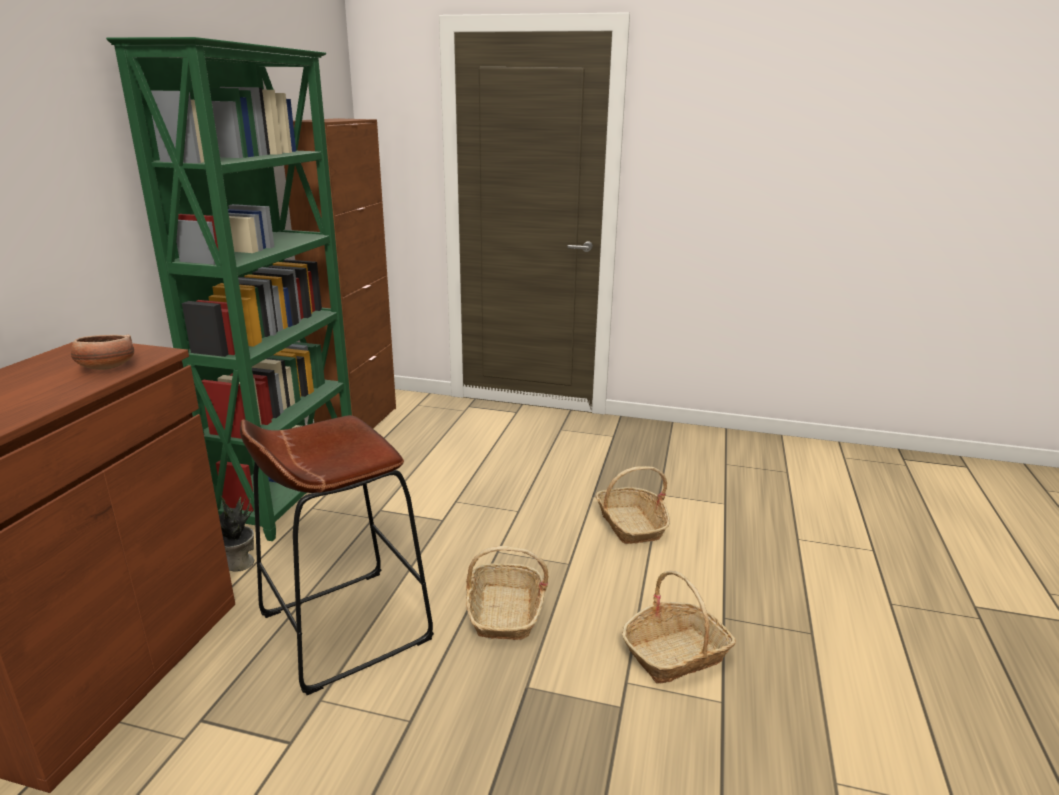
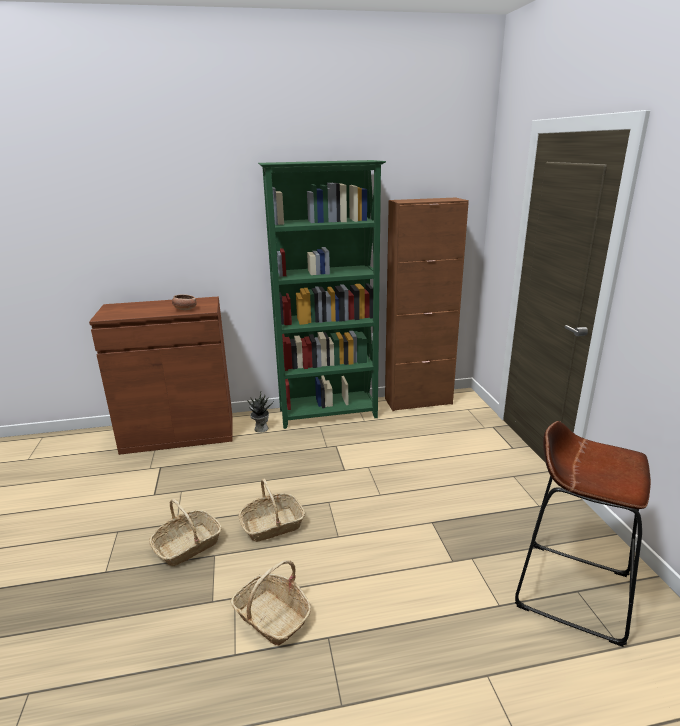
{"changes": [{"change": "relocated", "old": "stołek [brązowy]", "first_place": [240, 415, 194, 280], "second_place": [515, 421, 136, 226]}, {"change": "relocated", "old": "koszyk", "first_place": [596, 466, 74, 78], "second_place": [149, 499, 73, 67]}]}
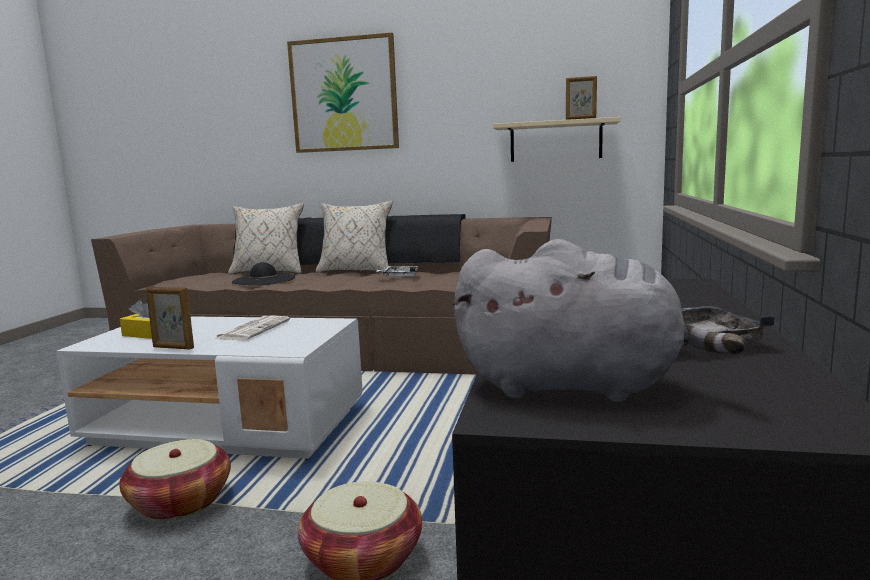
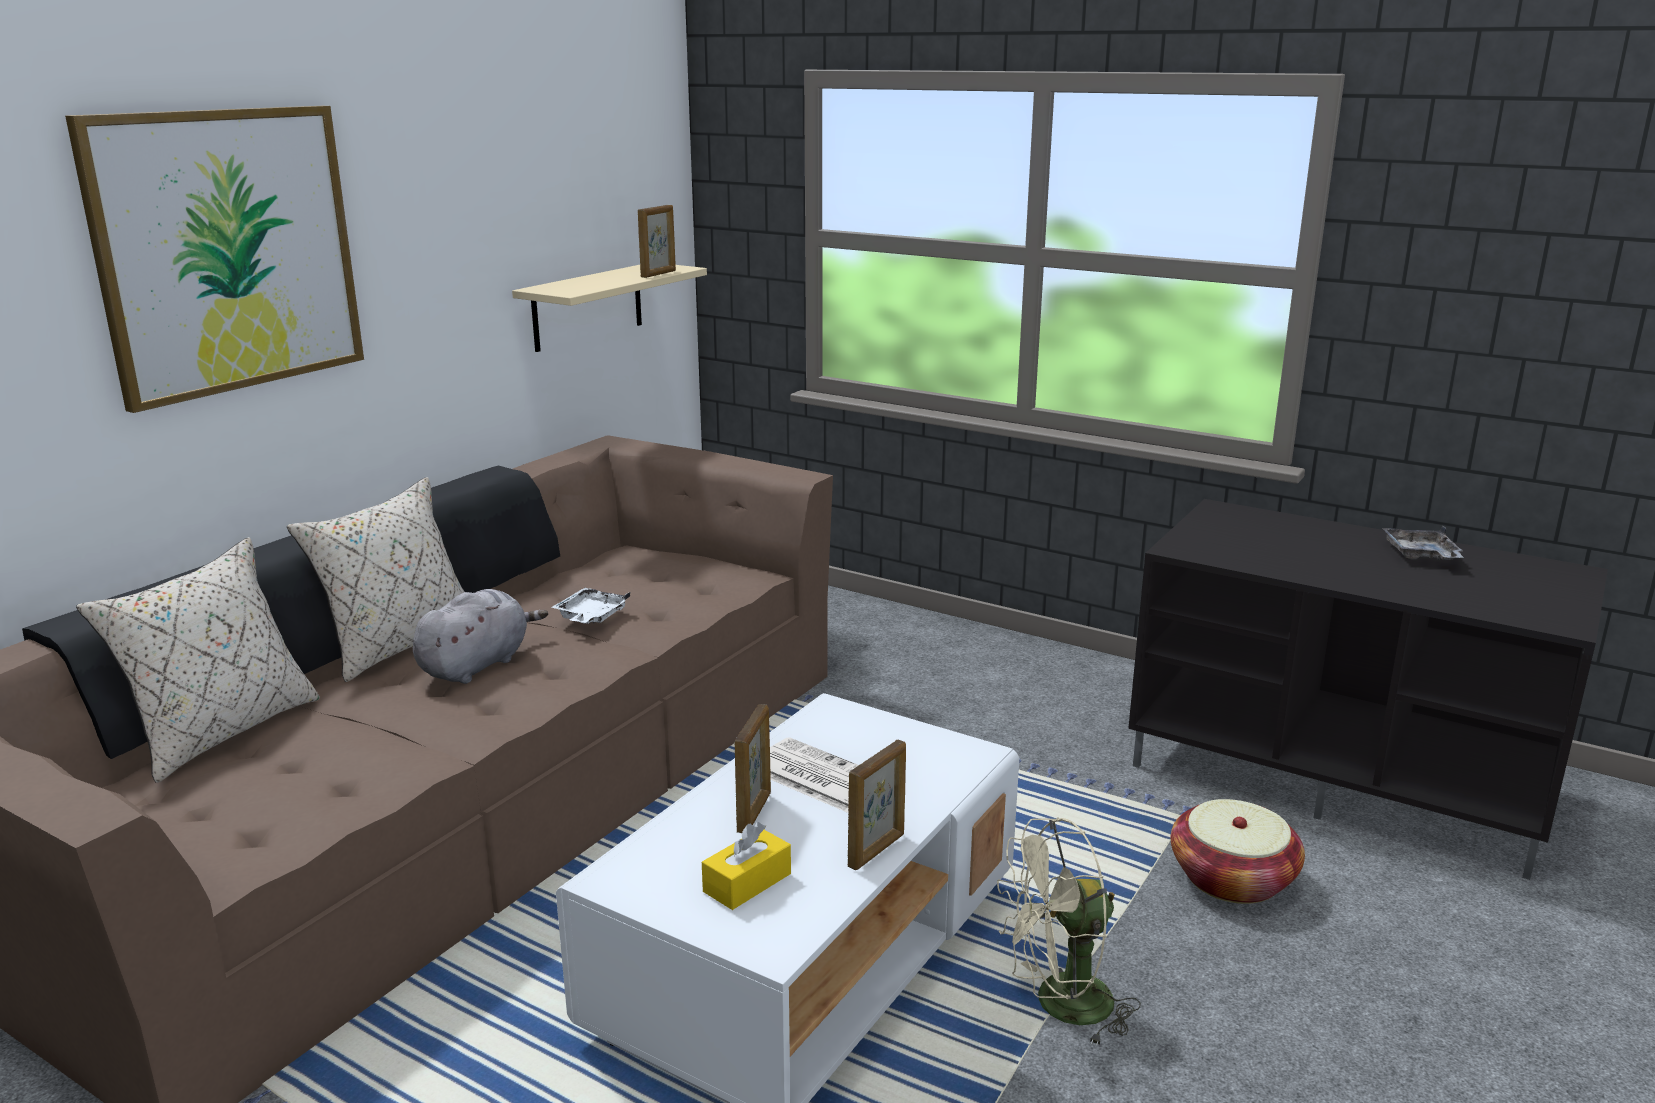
{"changes": [{"change": "missing", "old": "kapelusz [czarny]", "first_place": [232, 262, 63, 23]}, {"change": "appeared", "new": "ramka na zdjęcie", "second_place": [735, 704, 36, 129]}, {"change": "relocated", "old": "pluszak [szary]", "first_place": [453, 239, 293, 163], "second_place": [413, 589, 135, 95]}, {"change": "exchanged", "old": "koszyk", "new": "wentylator [beżowy]", "first_place": [119, 439, 112, 81], "second_place": [997, 817, 144, 231]}]}
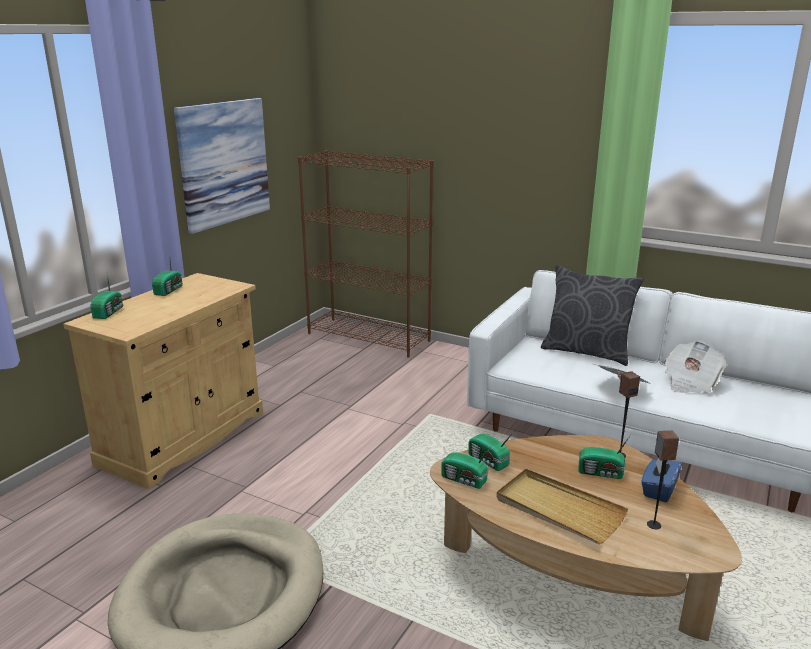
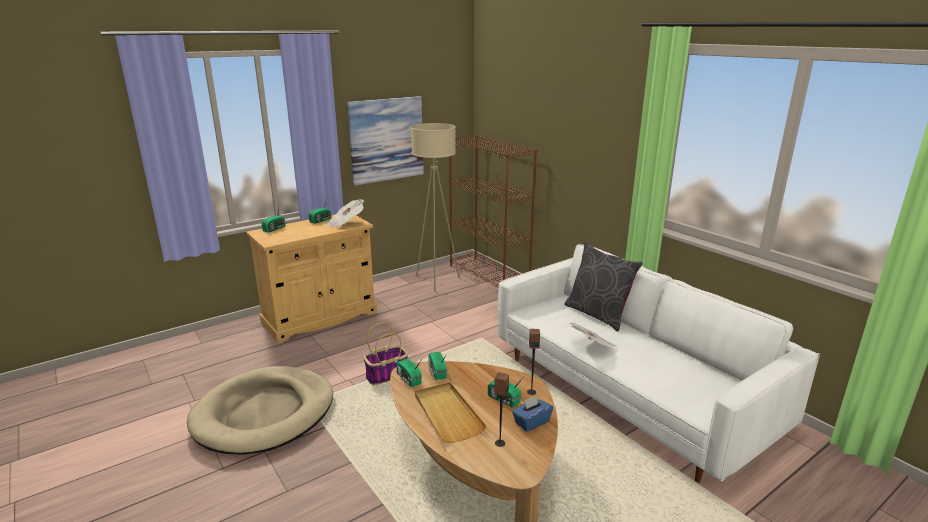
{"changes": [{"change": "appeared", "new": "koszyk", "second_place": [363, 322, 45, 63]}, {"change": "appeared", "new": "lampa stojąca [beżowy]", "second_place": [411, 123, 49, 169]}, {"change": "relocated", "old": "gazeta", "first_place": [664, 341, 62, 52], "second_place": [326, 199, 38, 28]}]}
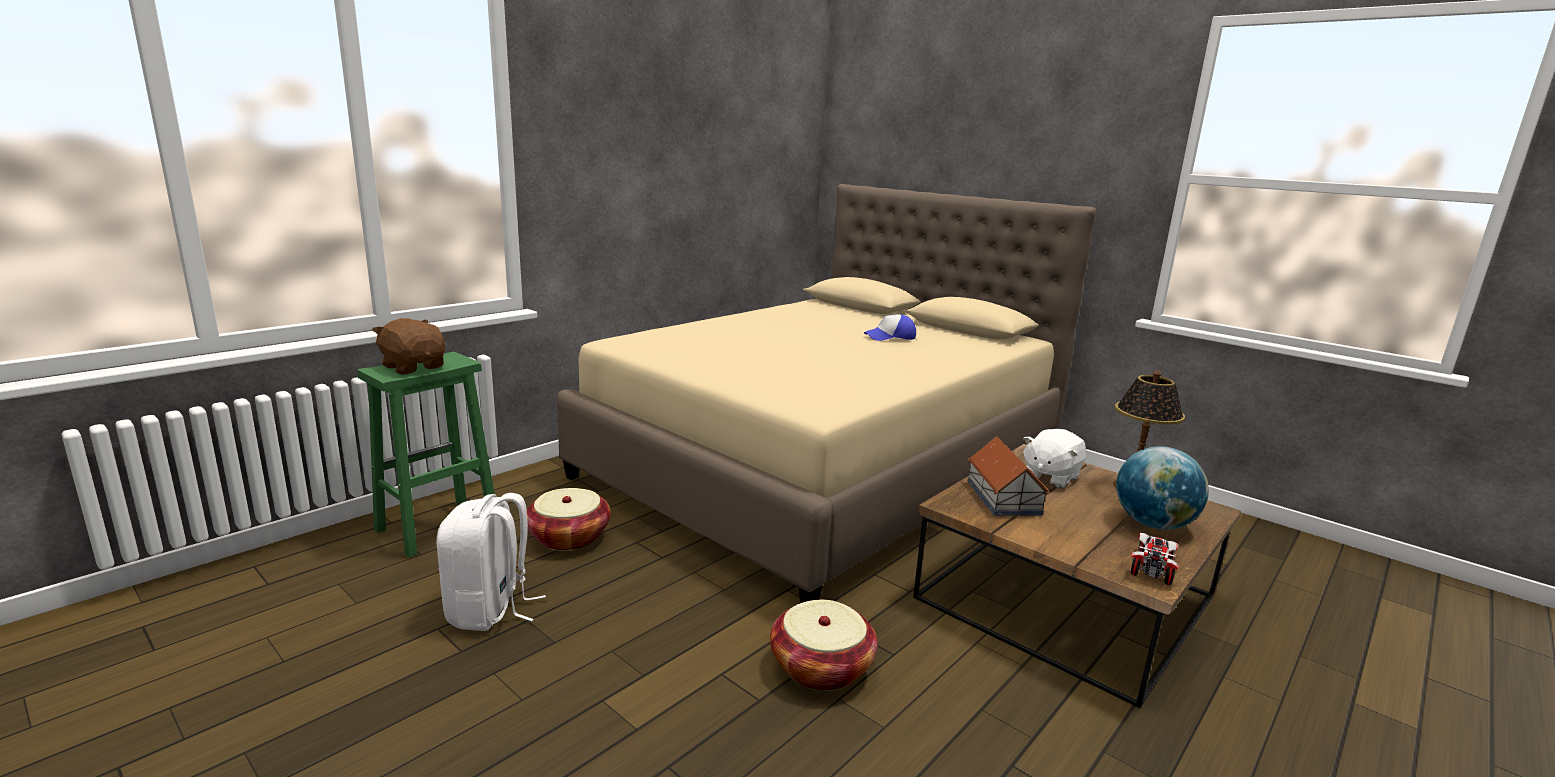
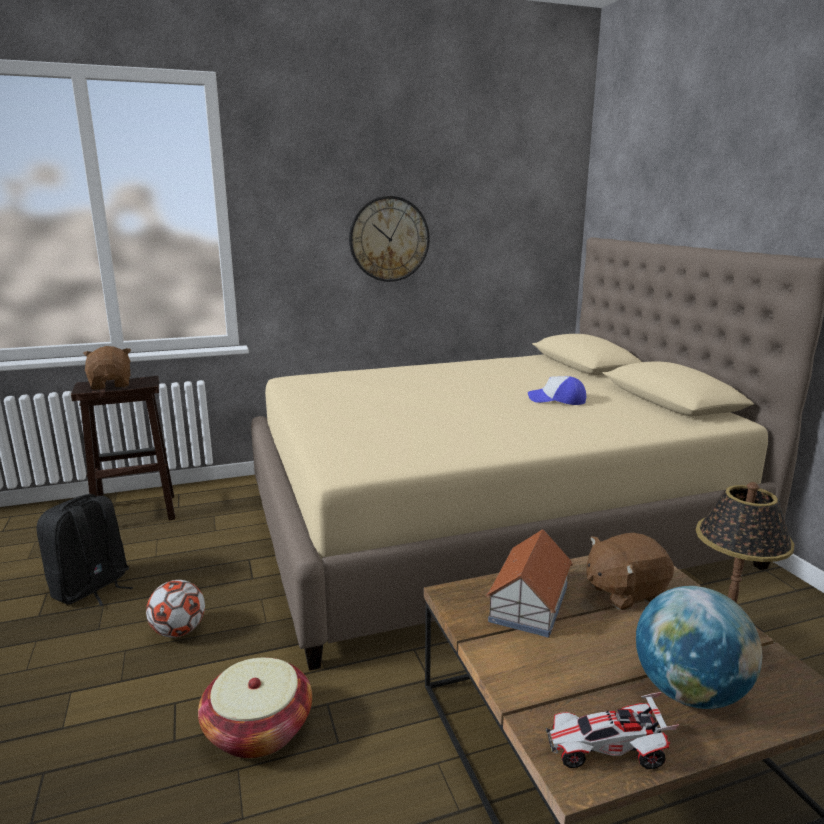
{"changes": [{"change": "missing", "old": "koszyk", "first_place": [527, 488, 84, 63]}, {"change": "appeared", "new": "piłka futbolowa", "second_place": [146, 580, 59, 58]}, {"change": "appeared", "new": "zegar ścienny", "second_place": [349, 196, 81, 86]}, {"change": "colour", "old": "stołek [zielony]", "new": "stołek [brązowy]", "first_place": [357, 352, 138, 206], "second_place": [71, 376, 104, 144]}, {"change": "colour", "old": "plecak [biały]", "new": "plecak [czarny]", "first_place": [437, 493, 109, 138], "second_place": [37, 494, 96, 112]}, {"change": "colour", "old": "pluszak [biały]", "new": "pluszak [brązowy]", "first_place": [1023, 429, 63, 59], "second_place": [586, 533, 88, 77]}, {"change": "spun", "old": "samochodzik", "first_place": [1130, 532, 49, 53], "second_place": [546, 692, 133, 77], "degrees": -150}]}
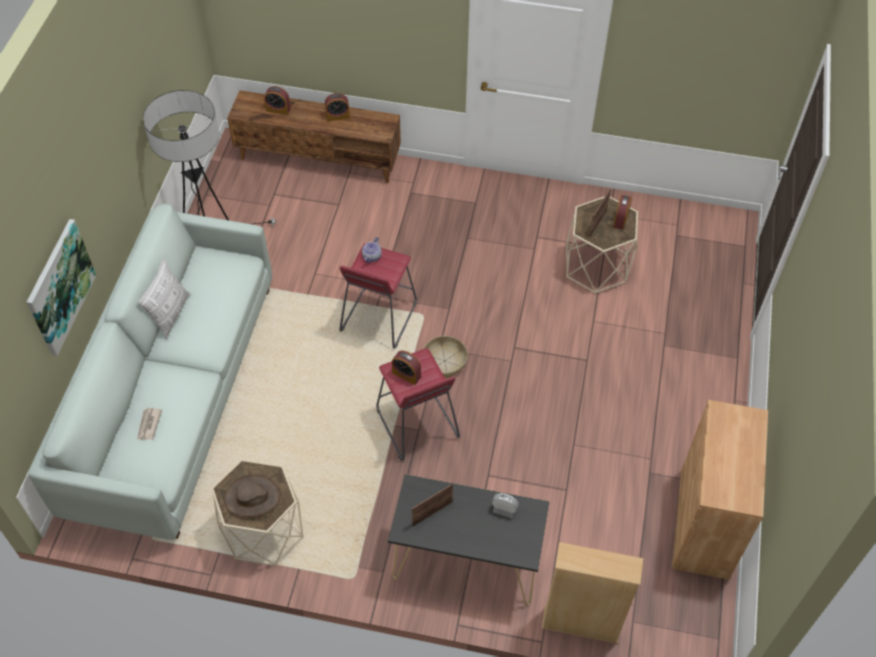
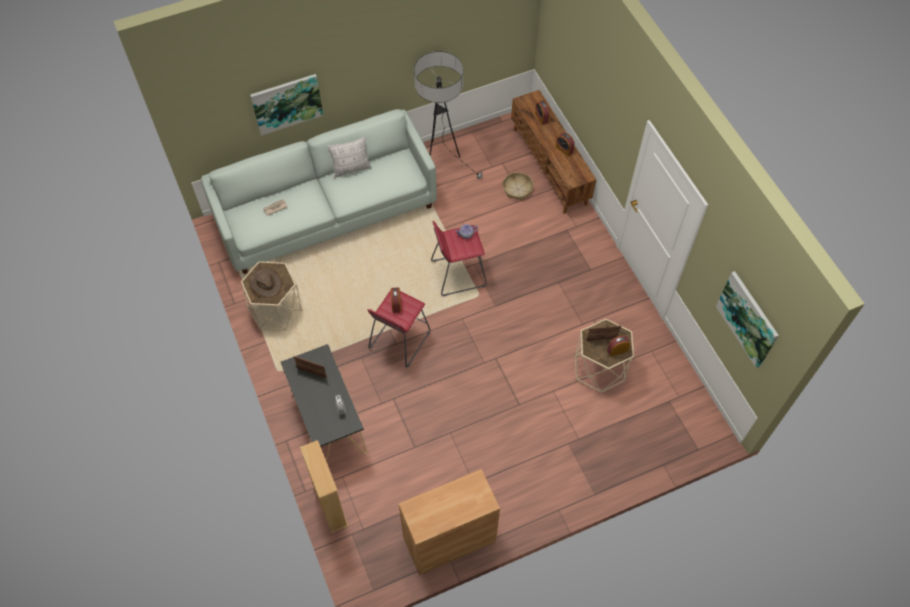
{"changes": [{"change": "appeared", "new": "obraz", "second_place": [716, 271, 63, 97]}, {"change": "relocated", "old": "koszyk", "first_place": [423, 336, 45, 42], "second_place": [503, 172, 30, 28]}]}
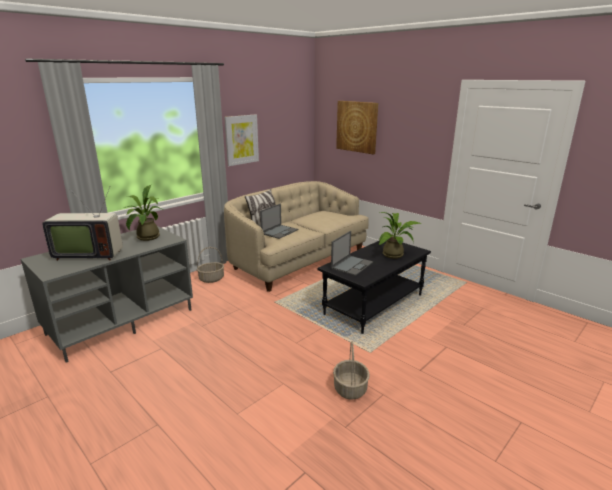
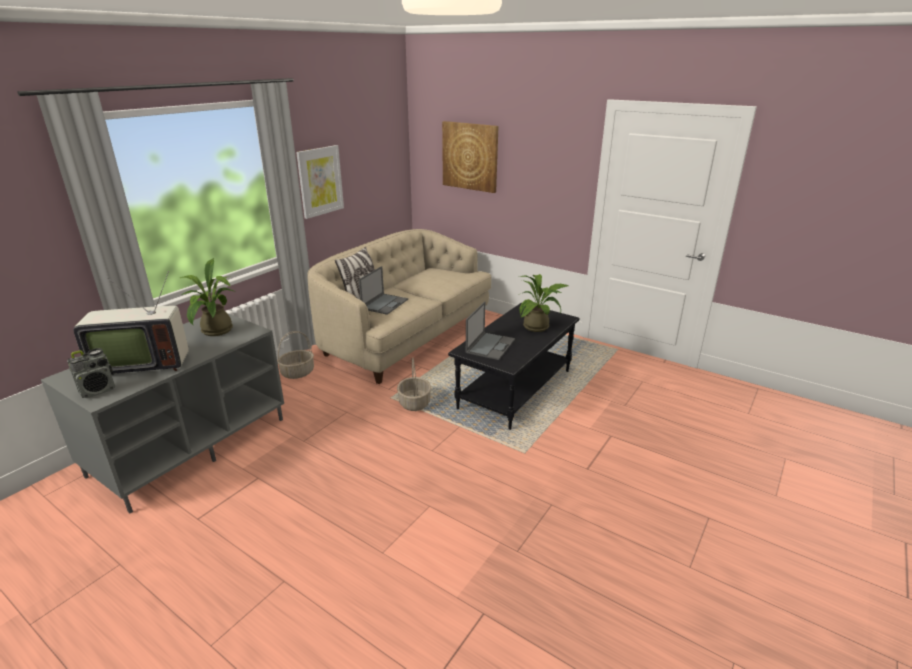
{"changes": [{"change": "appeared", "new": "radio", "second_place": [67, 348, 48, 50]}, {"change": "relocated", "old": "koszyk", "first_place": [333, 341, 37, 59], "second_place": [397, 358, 34, 53]}]}
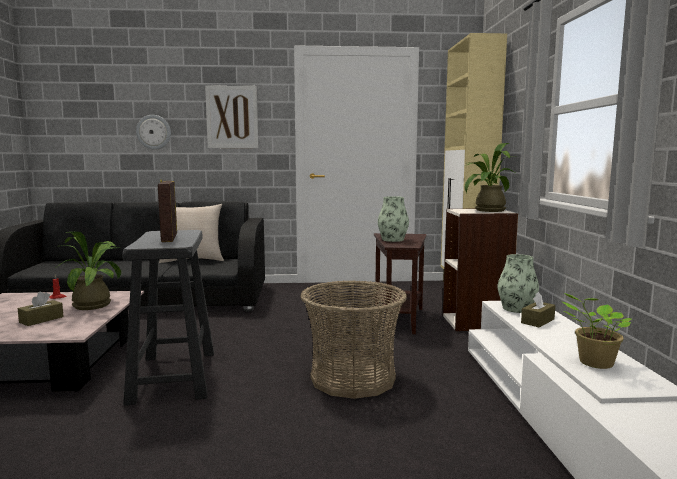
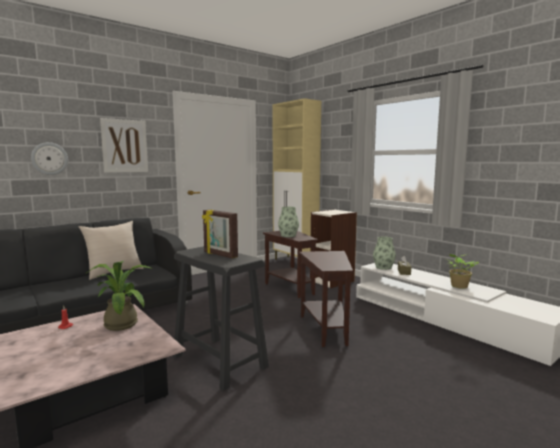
{"changes": [{"change": "missing", "old": "pudełko chusteczek [brązowy]", "first_place": [18, 291, 46, 35]}, {"change": "missing", "old": "roślina doniczkowa", "first_place": [464, 143, 53, 69]}, {"change": "exchanged", "old": "koszyk", "new": "stolik [brązowy]", "first_place": [300, 280, 107, 119], "second_place": [299, 251, 54, 96]}]}
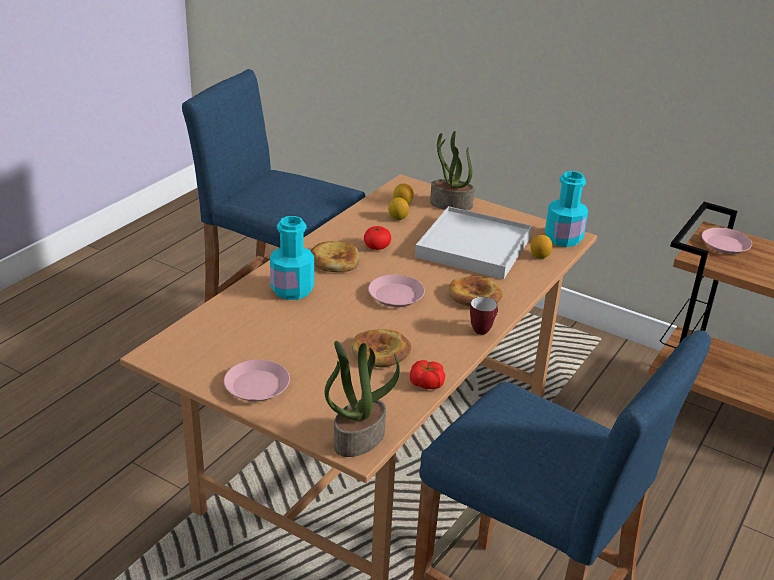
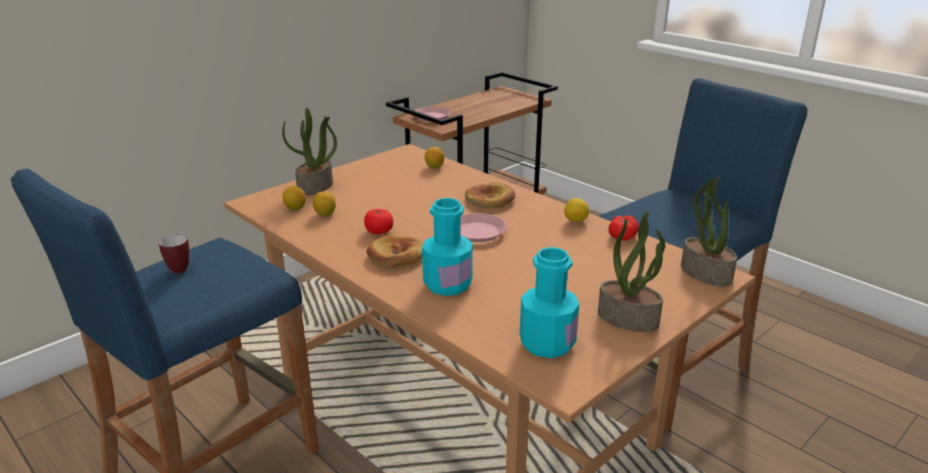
{"changes": [{"change": "missing", "old": "chleb", "first_place": [352, 329, 60, 39]}, {"change": "missing", "old": "taca [biały]", "first_place": [415, 206, 117, 73]}, {"change": "appeared", "new": "cytryna", "second_place": [564, 198, 25, 24]}, {"change": "relocated", "old": "kubek", "first_place": [470, 297, 28, 38], "second_place": [159, 234, 30, 39]}, {"change": "relocated", "old": "butelka [turkusowy]", "first_place": [545, 171, 43, 76], "second_place": [520, 247, 59, 111]}, {"change": "exchanged", "old": "talerz [różowy]", "new": "roślina doniczkowa", "first_place": [224, 360, 66, 42], "second_place": [598, 211, 67, 121]}]}
